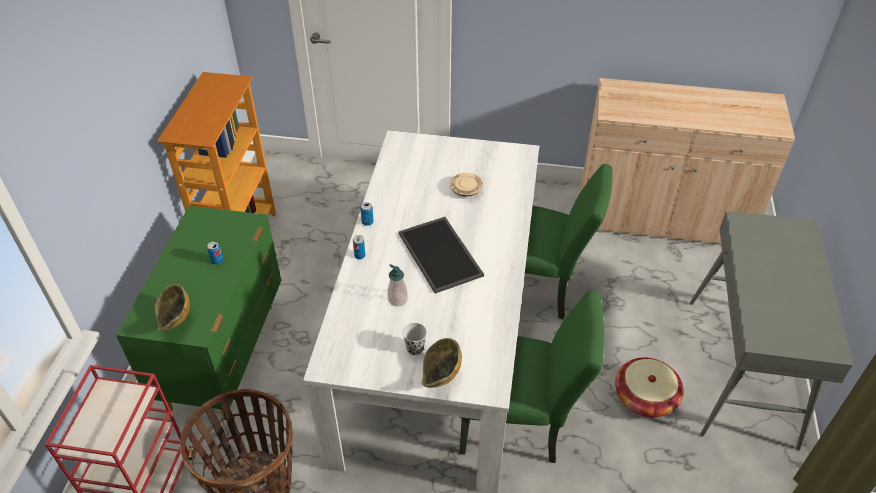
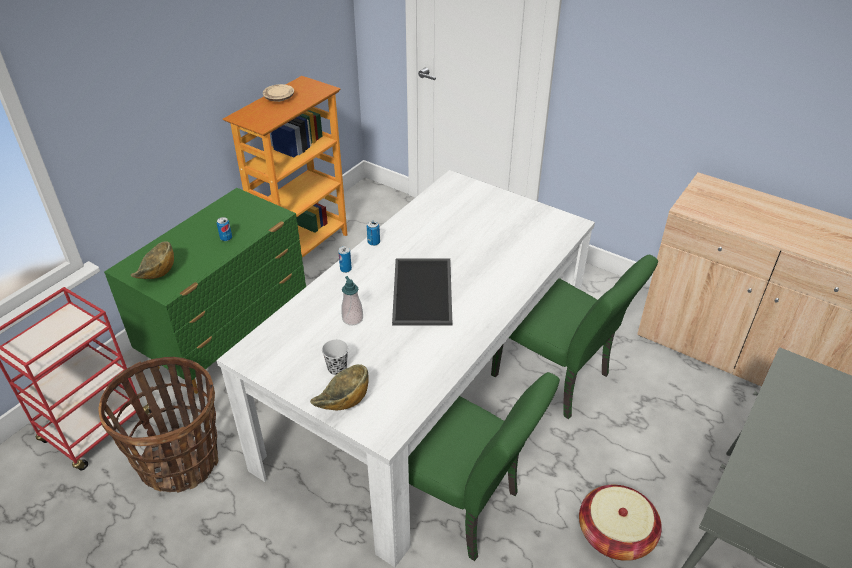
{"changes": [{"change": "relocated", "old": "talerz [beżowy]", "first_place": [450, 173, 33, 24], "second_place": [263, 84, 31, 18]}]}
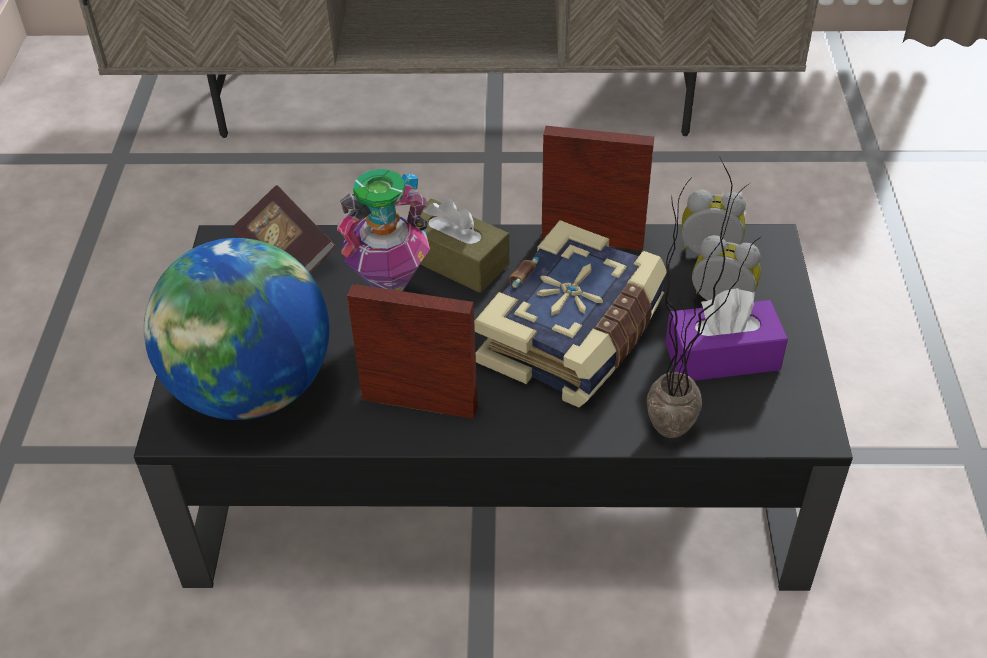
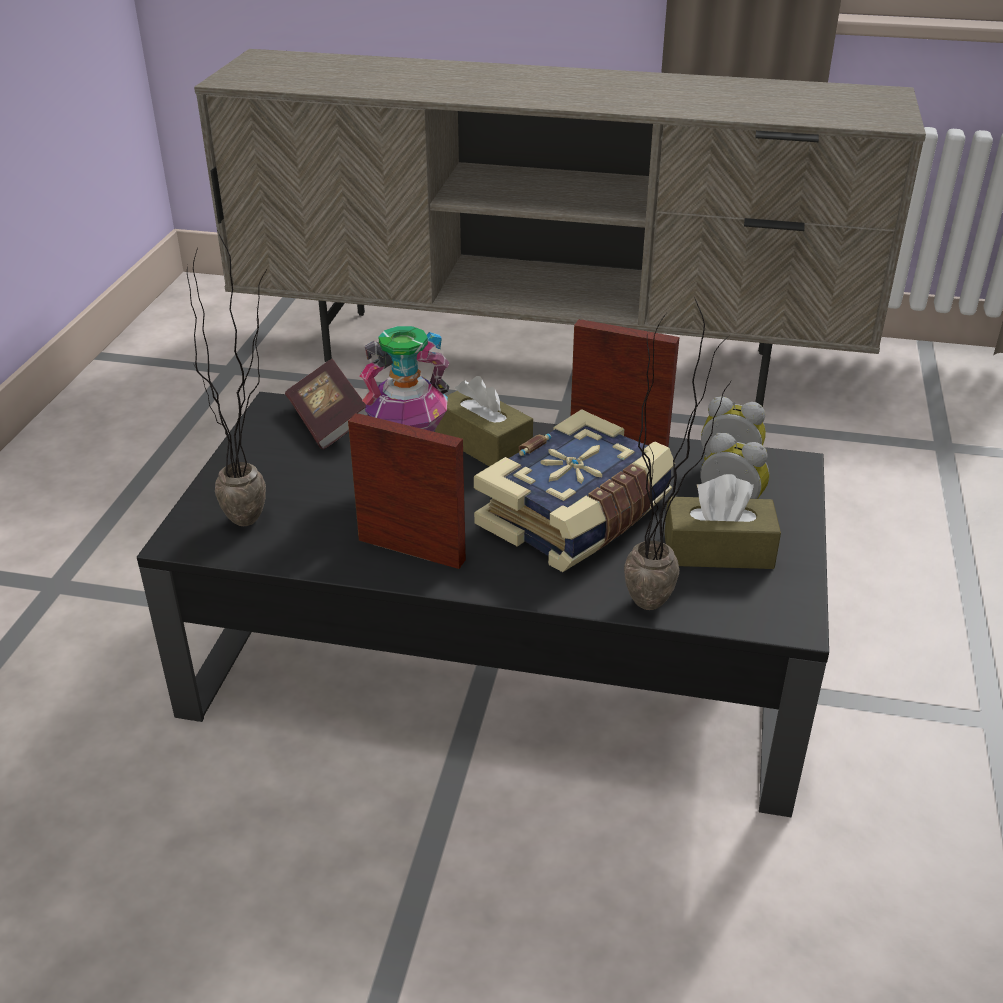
{"changes": [{"change": "exchanged", "old": "globus", "new": "roślina doniczkowa", "first_place": [144, 238, 185, 182], "second_place": [187, 230, 81, 296]}, {"change": "colour", "old": "pudełko chusteczek [fioletowy]", "new": "pudełko chusteczek [brązowy]", "first_place": [665, 288, 123, 93], "second_place": [665, 474, 116, 95]}]}
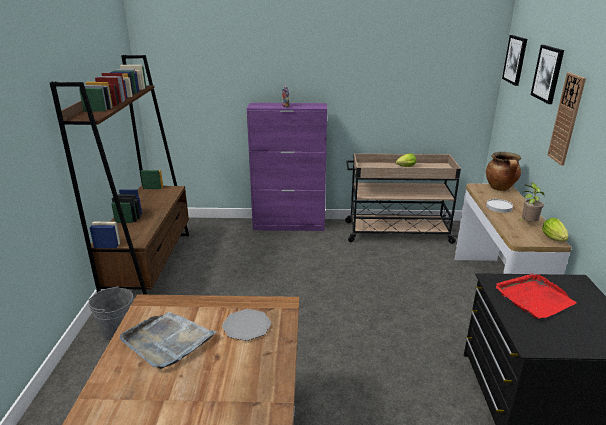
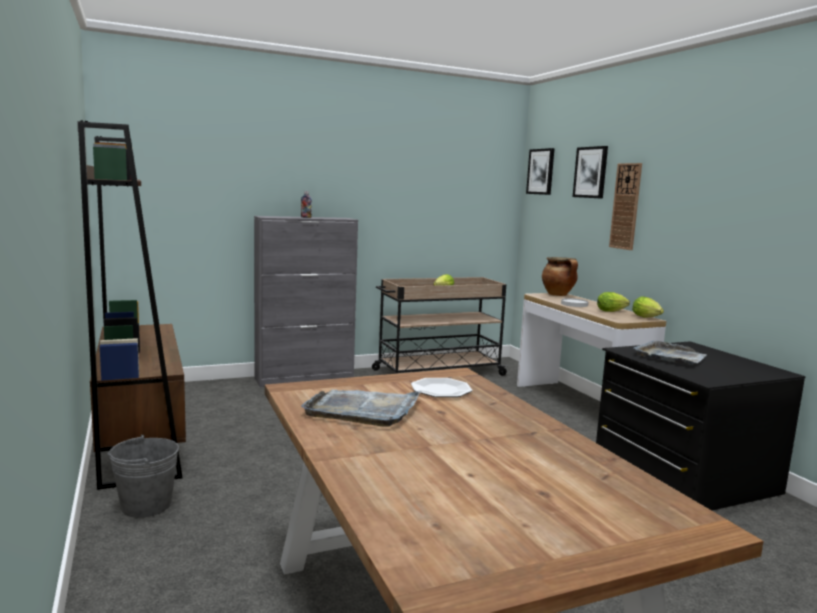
{"changes": [{"change": "exchanged", "old": "roślina doniczkowa", "new": "sałata", "first_place": [518, 183, 27, 39], "second_place": [597, 292, 33, 20]}, {"change": "colour", "old": "szafka [fioletowy]", "new": "szafka [szary]", "first_place": [247, 103, 80, 128], "second_place": [254, 216, 104, 171]}, {"change": "colour", "old": "taca [czerwony]", "new": "taca [szary]", "first_place": [496, 273, 81, 46], "second_place": [634, 341, 73, 24]}]}
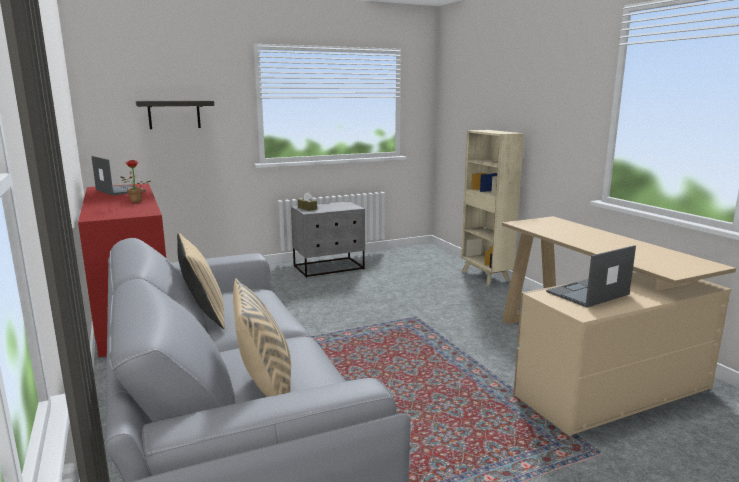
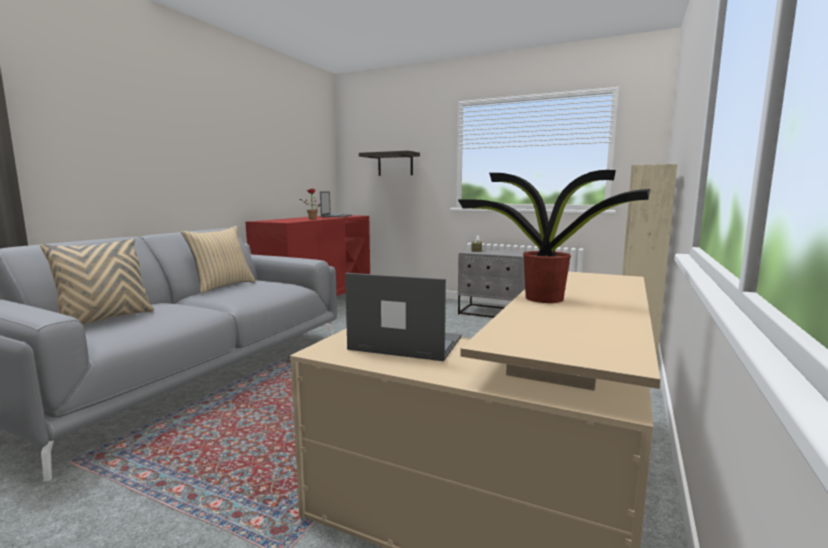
{"changes": [{"change": "appeared", "new": "roślina doniczkowa", "second_place": [458, 170, 192, 133]}]}
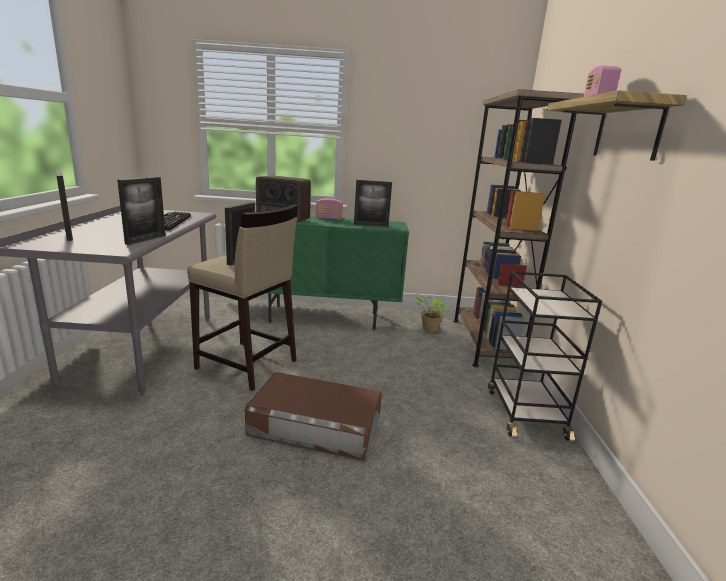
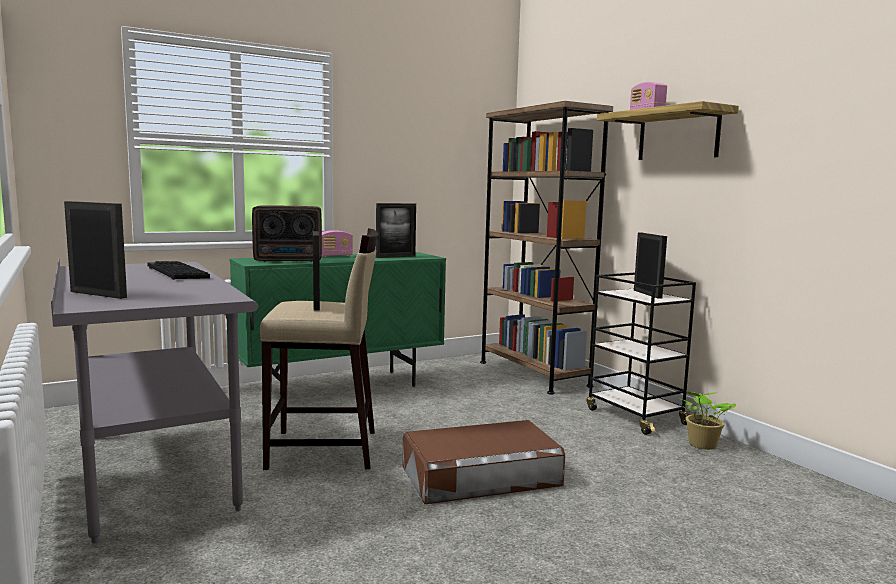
{"changes": [{"change": "relocated", "old": "ramka na zdjęcie", "first_place": [117, 177, 49, 68], "second_place": [634, 233, 33, 66]}, {"change": "relocated", "old": "roślina doniczkowa", "first_place": [416, 293, 30, 39], "second_place": [681, 392, 55, 58]}]}
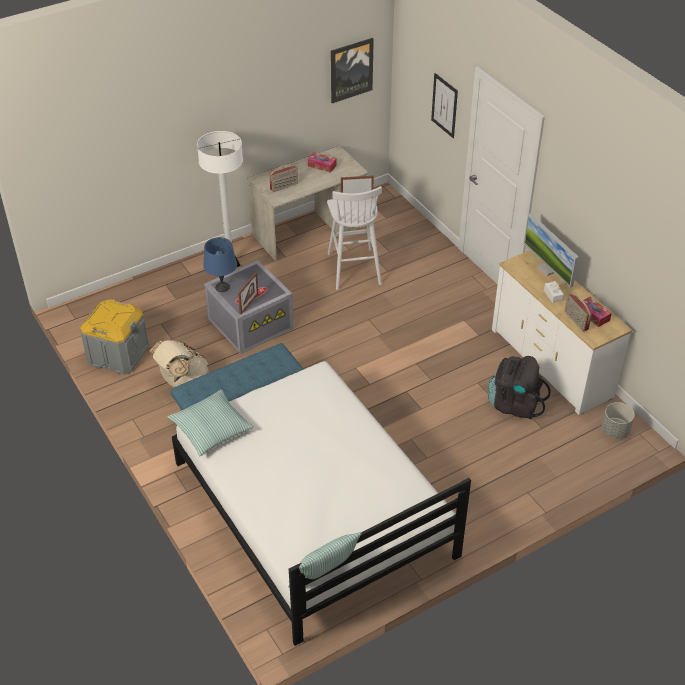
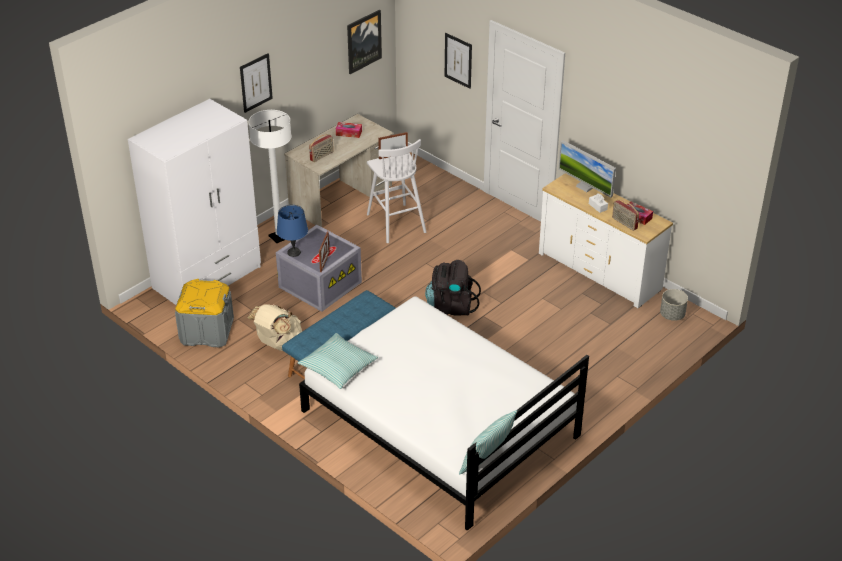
{"changes": [{"change": "appeared", "new": "szafa [biały]", "second_place": [128, 99, 133, 206]}, {"change": "appeared", "new": "obraz", "second_place": [240, 53, 33, 60]}, {"change": "relocated", "old": "plecak [czarny]", "first_place": [487, 356, 64, 63], "second_place": [425, 260, 56, 56]}]}
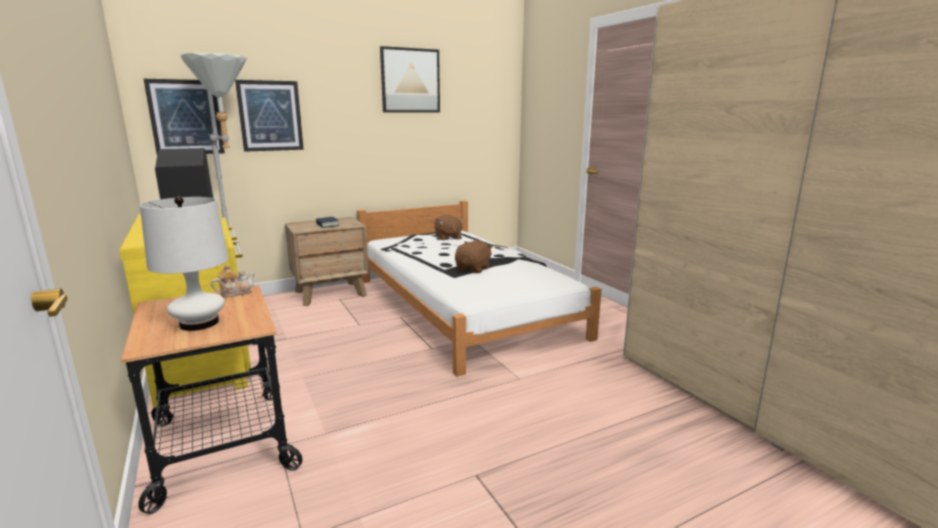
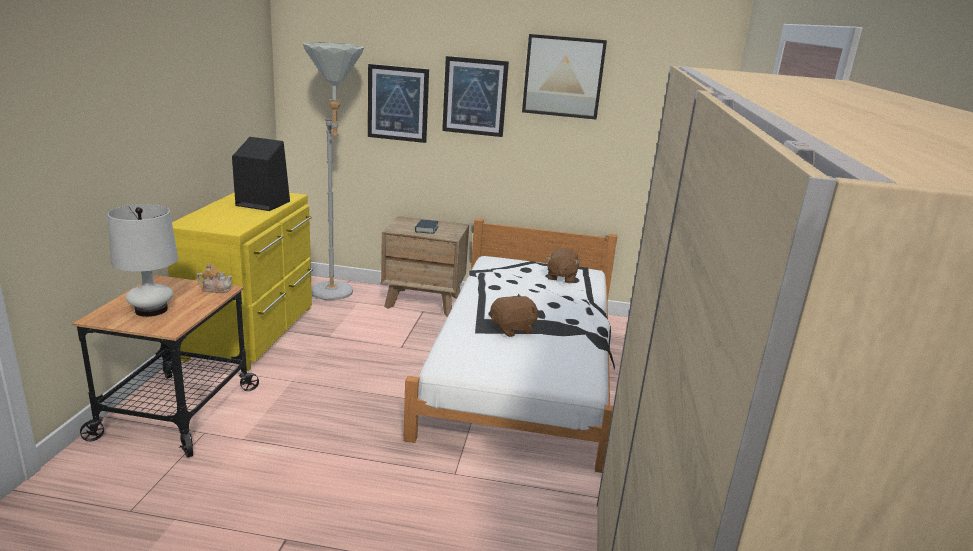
{"changes": [{"change": "relocated", "old": "obraz", "first_place": [144, 79, 81, 76], "second_place": [442, 56, 67, 81]}]}
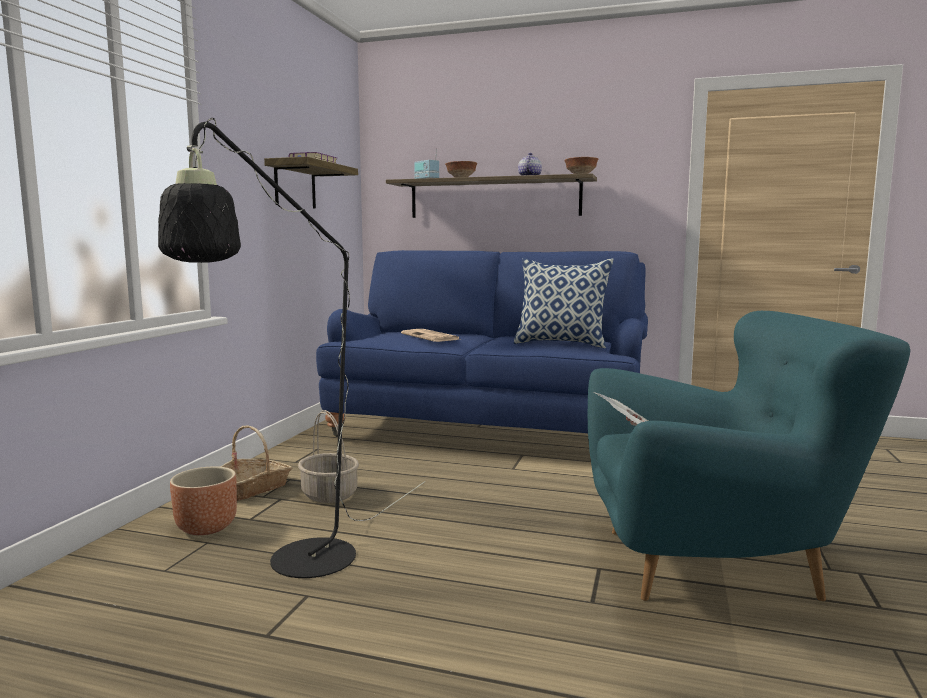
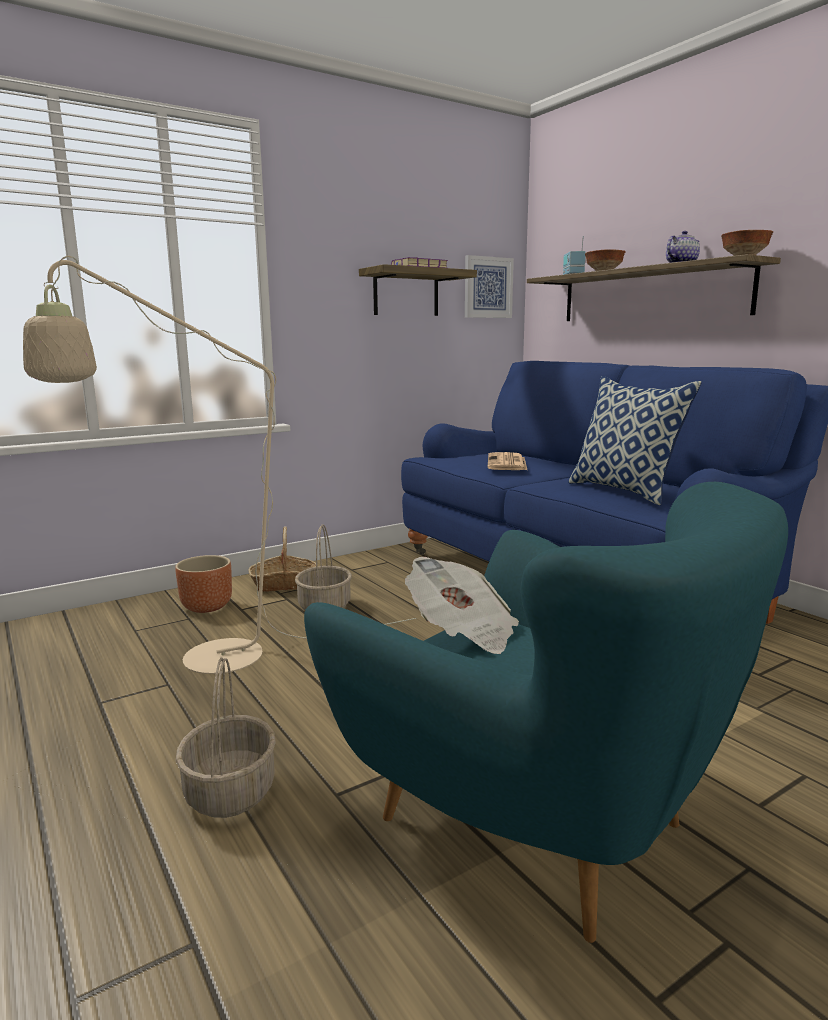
{"changes": [{"change": "appeared", "new": "koszyk", "second_place": [176, 657, 100, 161]}, {"change": "appeared", "new": "obraz", "second_place": [465, 255, 49, 63]}, {"change": "colour", "old": "lampa stojąca [czarny]", "new": "lampa stojąca [beżowy]", "first_place": [158, 118, 267, 460], "second_place": [23, 256, 393, 418]}]}
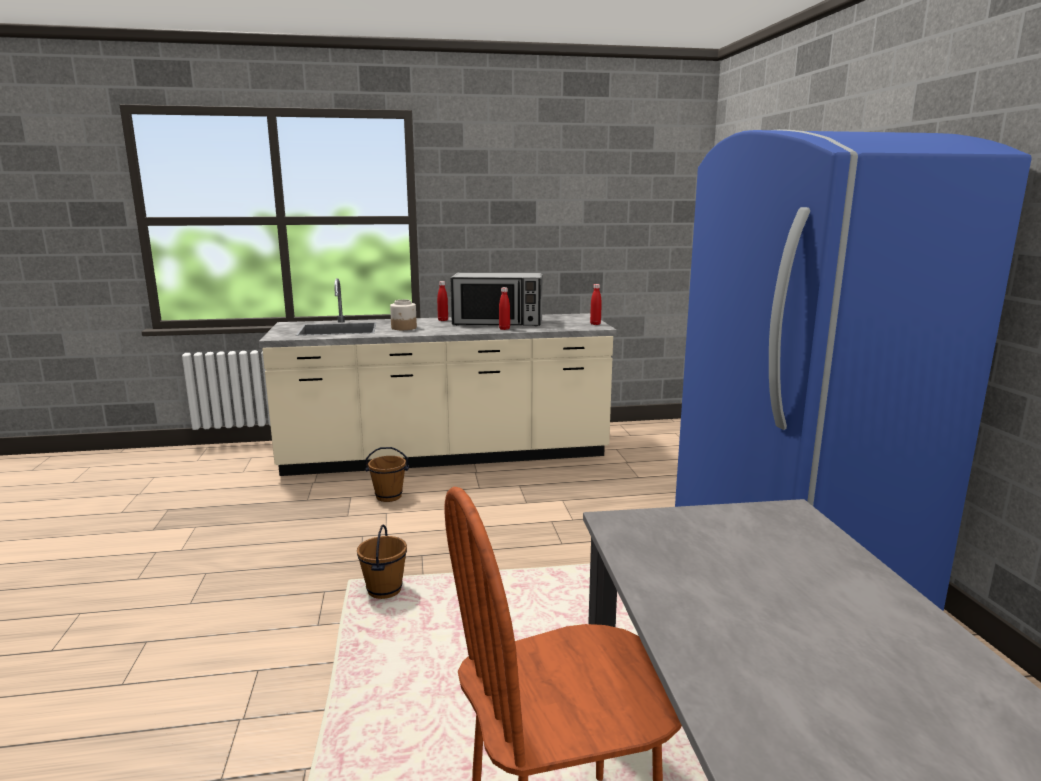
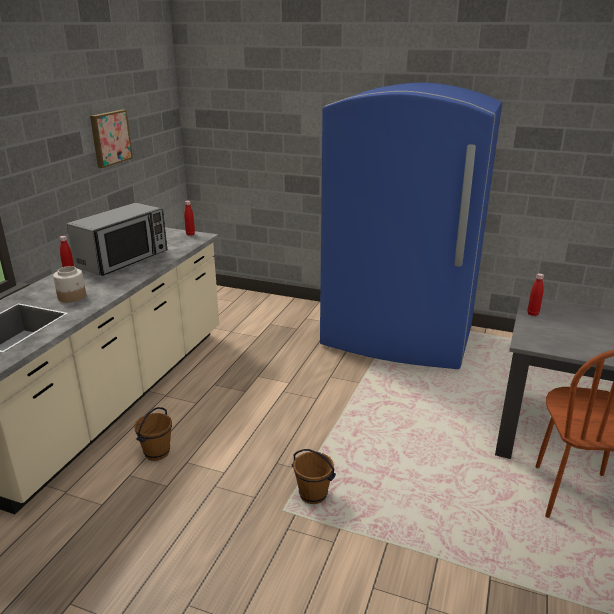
{"changes": [{"change": "appeared", "new": "obraz", "second_place": [90, 110, 43, 58]}, {"change": "relocated", "old": "butelka [czerwony]", "first_place": [499, 287, 11, 43], "second_place": [527, 273, 17, 43]}]}
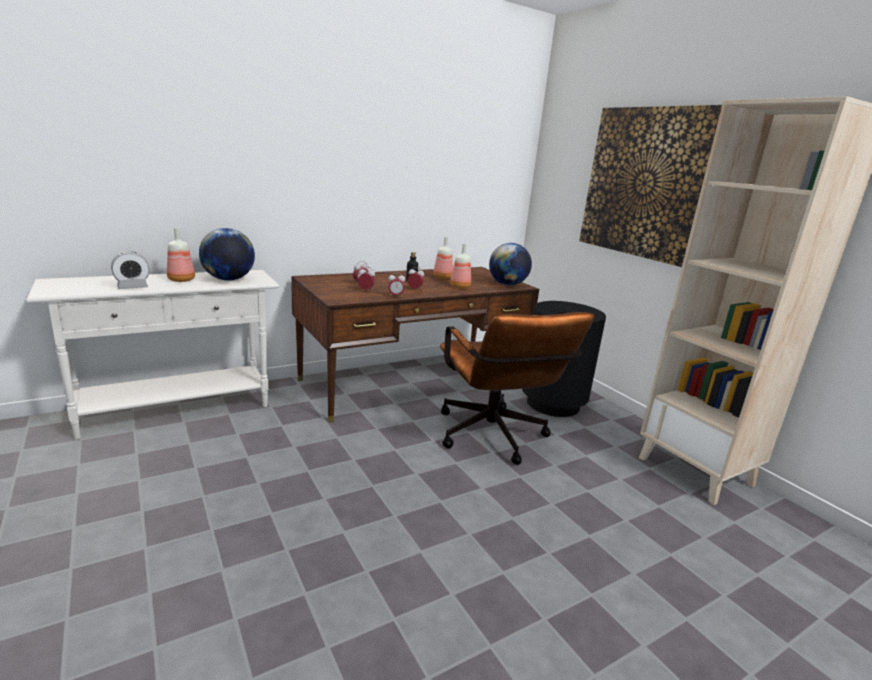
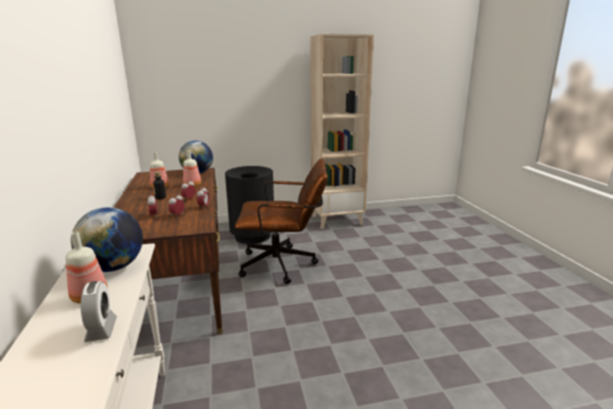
{"changes": [{"change": "missing", "old": "obraz", "first_place": [579, 105, 143, 162]}]}
